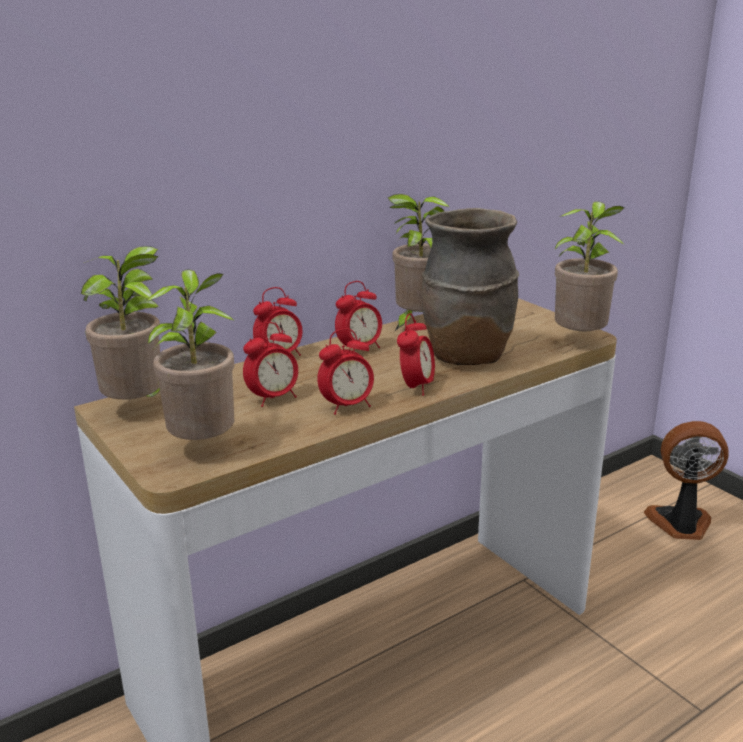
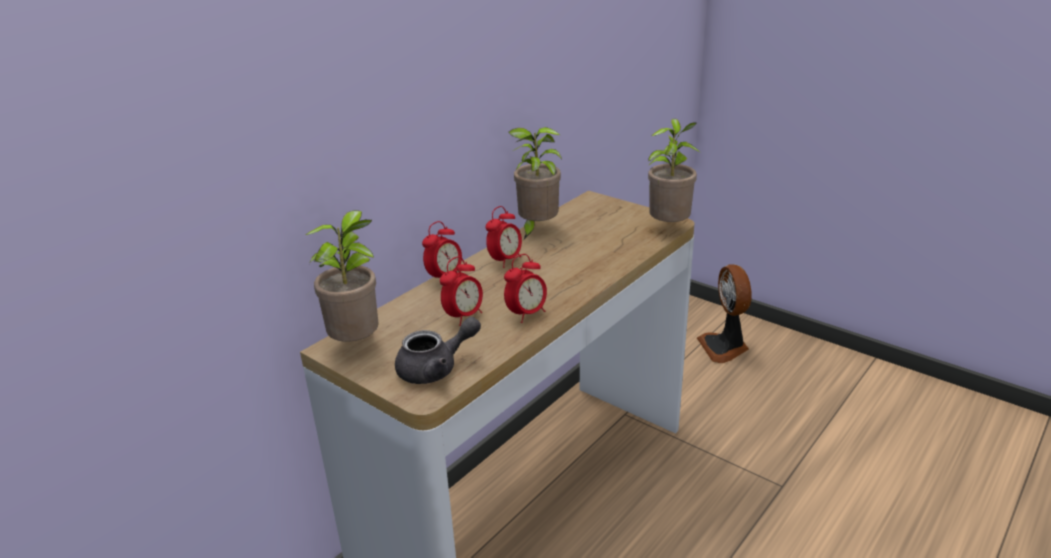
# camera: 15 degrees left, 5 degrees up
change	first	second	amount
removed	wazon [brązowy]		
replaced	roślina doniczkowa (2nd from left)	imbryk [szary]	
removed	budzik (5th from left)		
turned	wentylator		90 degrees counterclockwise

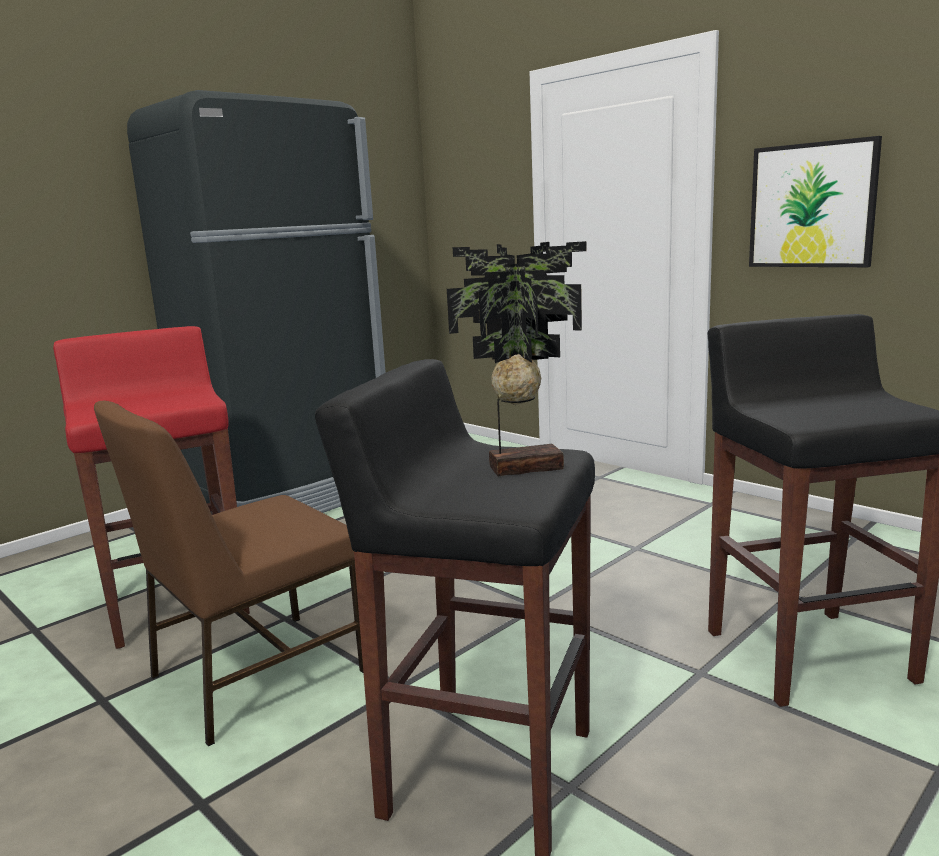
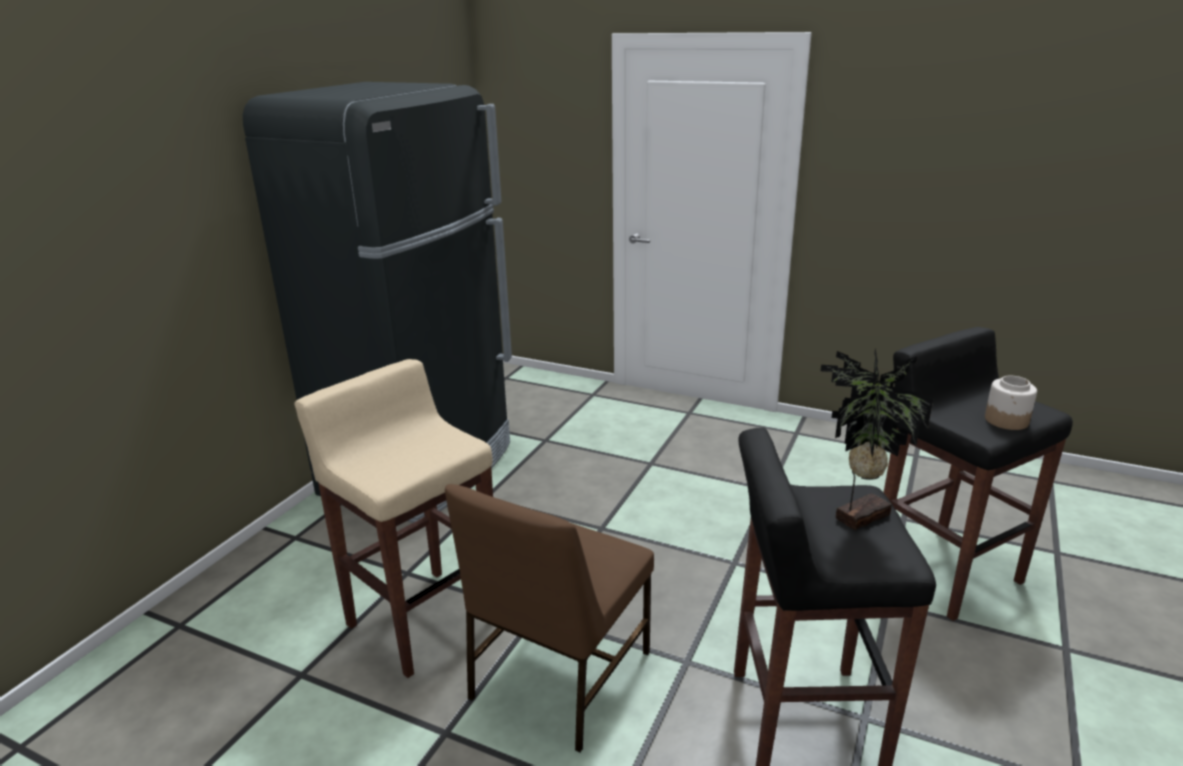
# camera: 20 degrees left, 10 degrees up
change	first	second	amount
removed	obraz		
recoloured	stołek [czerwony]	stołek [beżowy]	
added		słoik	

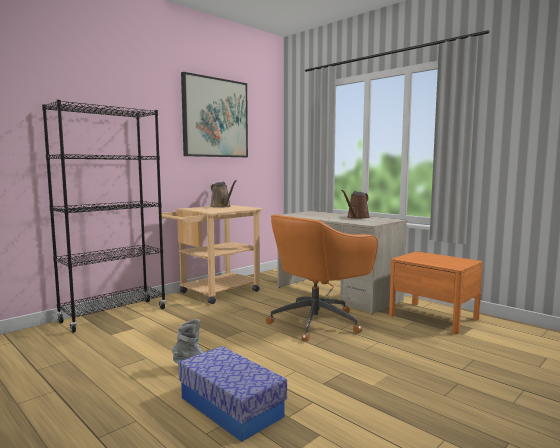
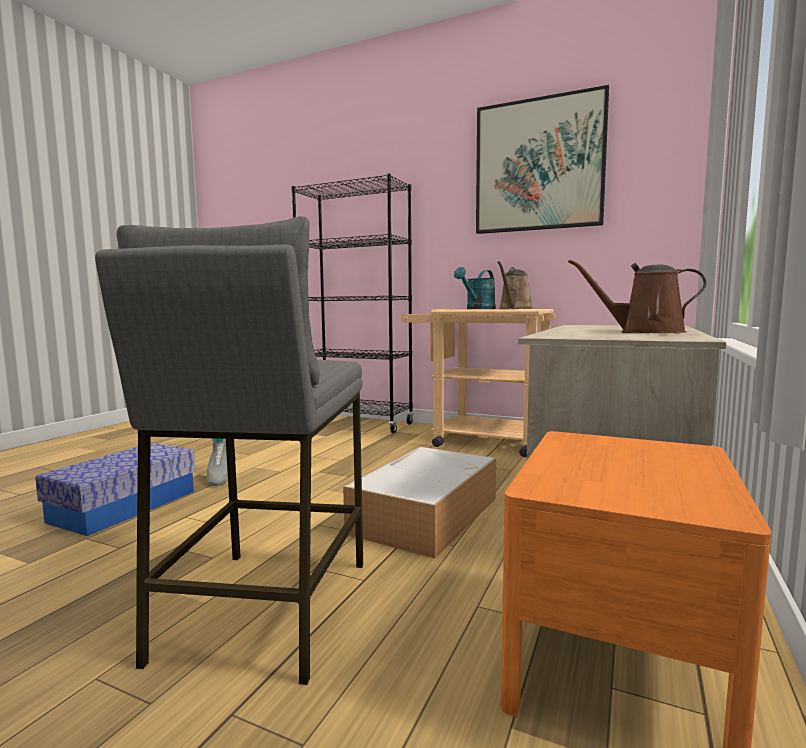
# camera: 70 degrees right, 0 degrees up
change	first	second	amount
replaced	krzesło biurowe [pomarańczowy]	pojemnik do przechowywania (2nd from left)	
added		stołek [szary]	
added		konewka [turkusowy]	

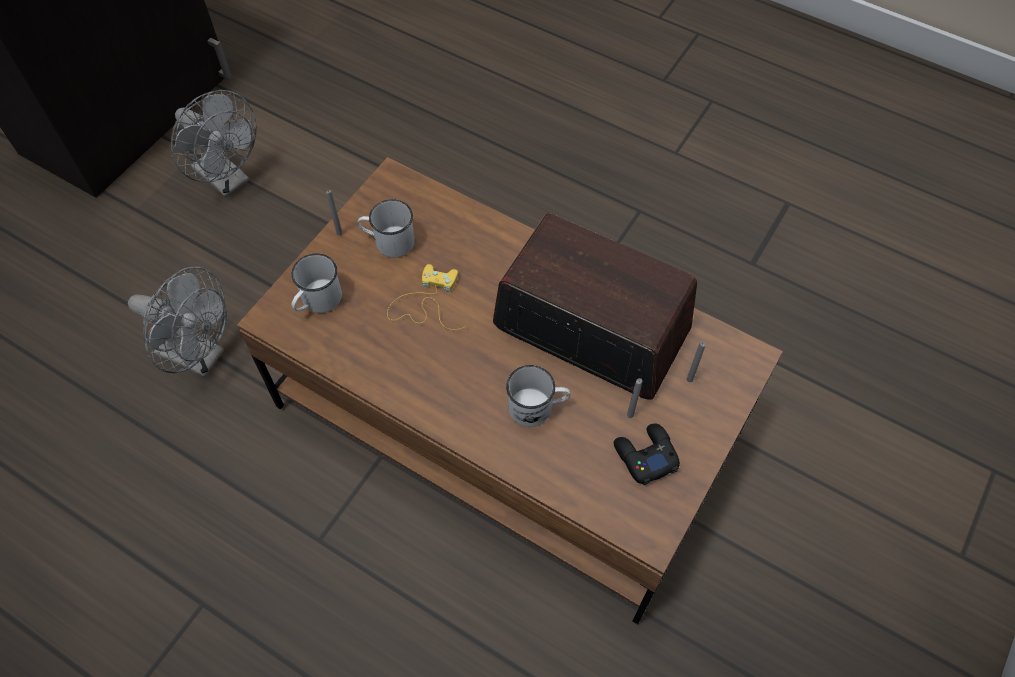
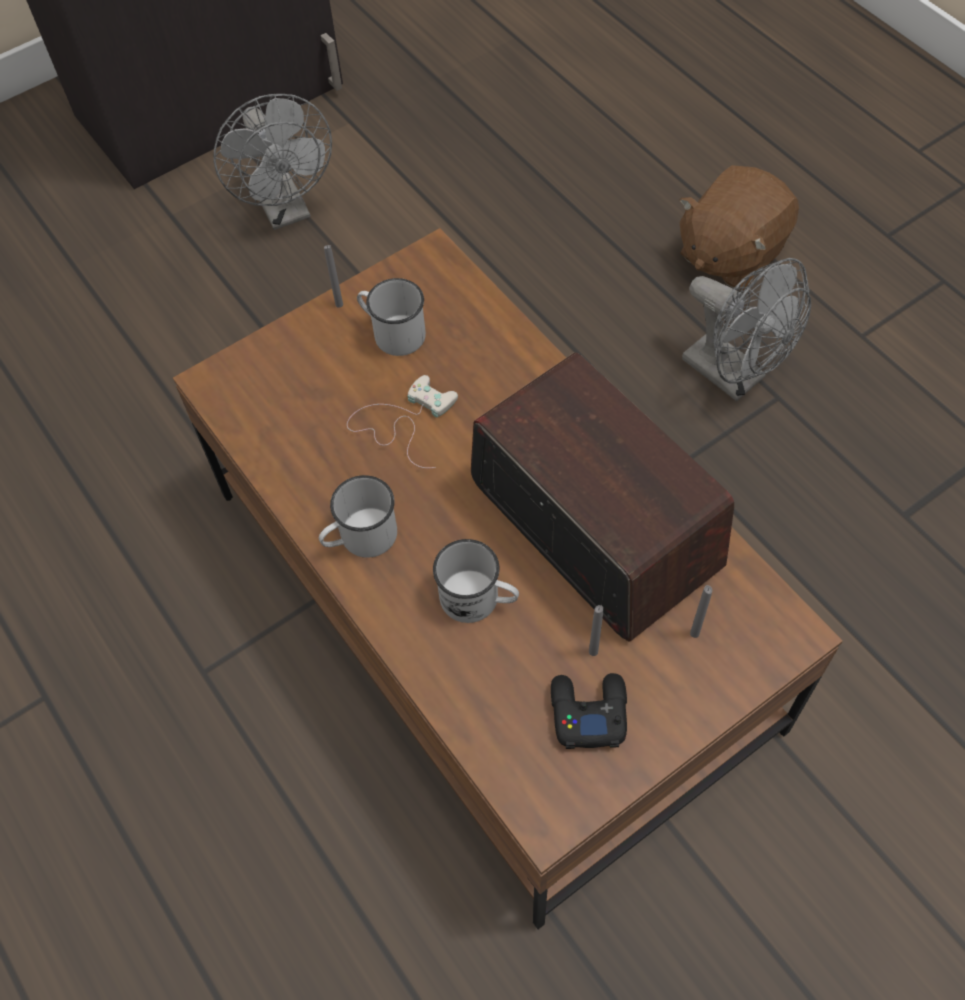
# camera: 25 degrees right, 0 degrees up
change	first	second	amount
moved	kubek [biały] (1st from left)		
recoloured	pad do gier [żółty]	pad do gier [biały]	
moved	wentylator [szary] (1st from left in the first image)	wentylator [szary] (2nd from left)	
added		pluszak [brązowy]	

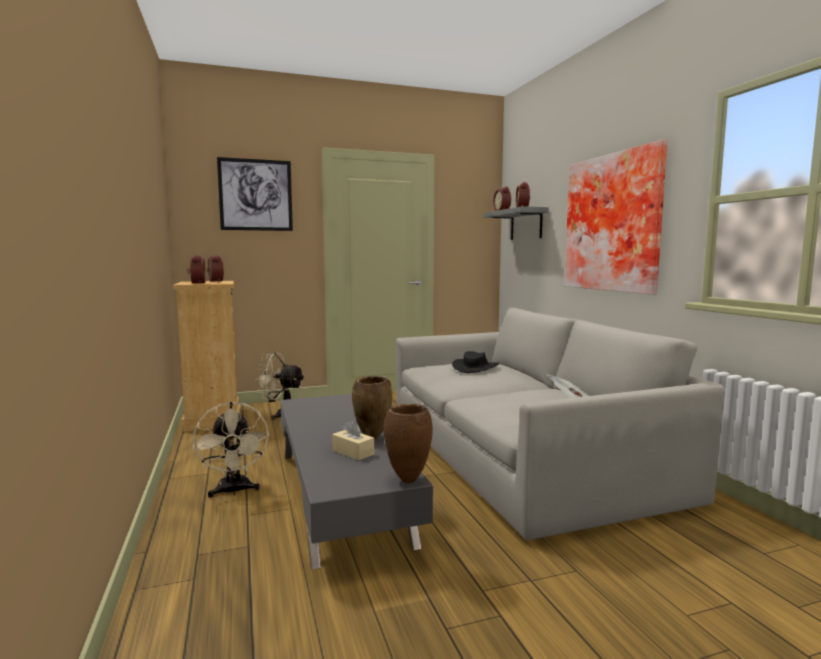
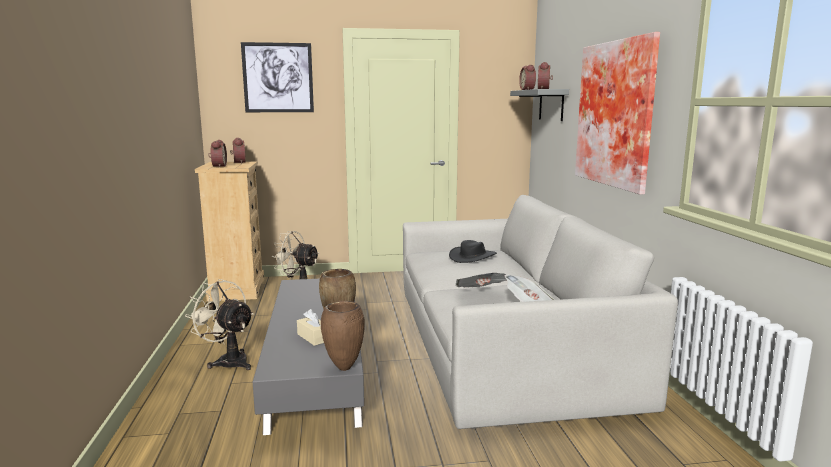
# camera: 10 degrees right, 5 degrees up
change	first	second	amount
turned	wentylator [beżowy] (1st from left)		135 degrees clockwise
added		gazeta (1st from left)	

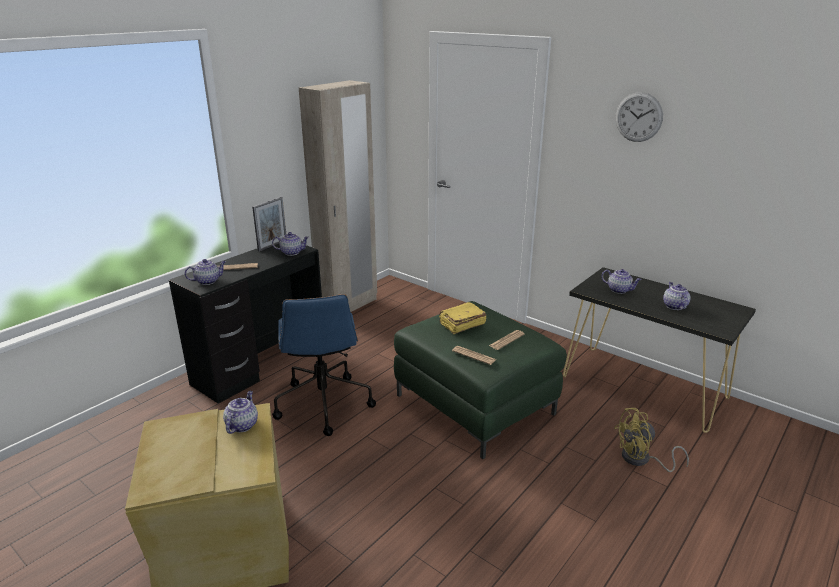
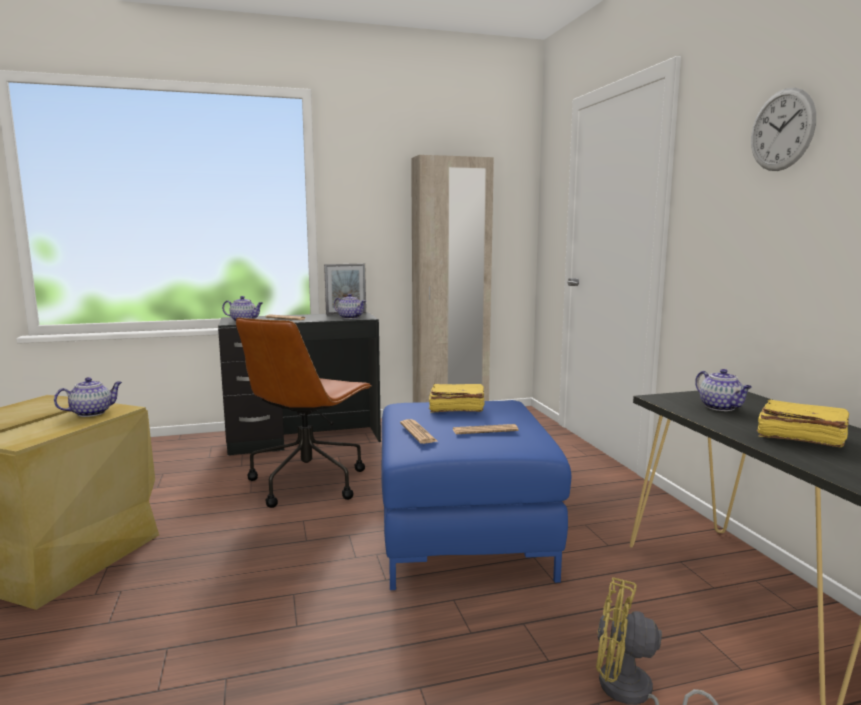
# camera: 35 degrees right, 15 degrees down
change	first	second	amount
replaced	imbryk (5th from left)	książka [żółty] (2nd from left)	
recoloured	krzesło biurowe [niebieski]	krzesło biurowe [brązowy]	
recoloured	pufa [zielony]	pufa [niebieski]	

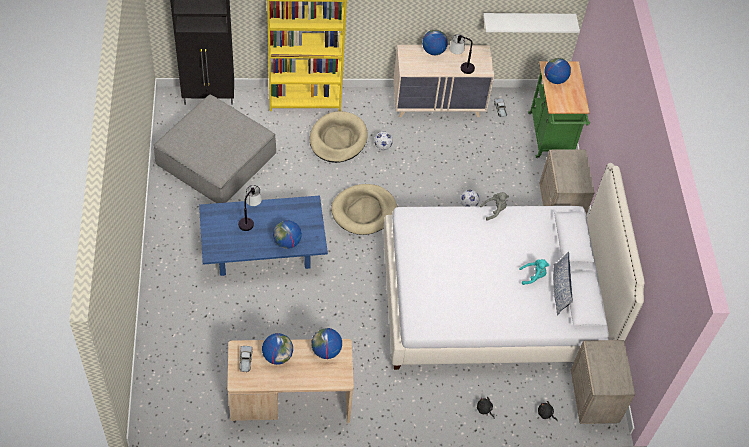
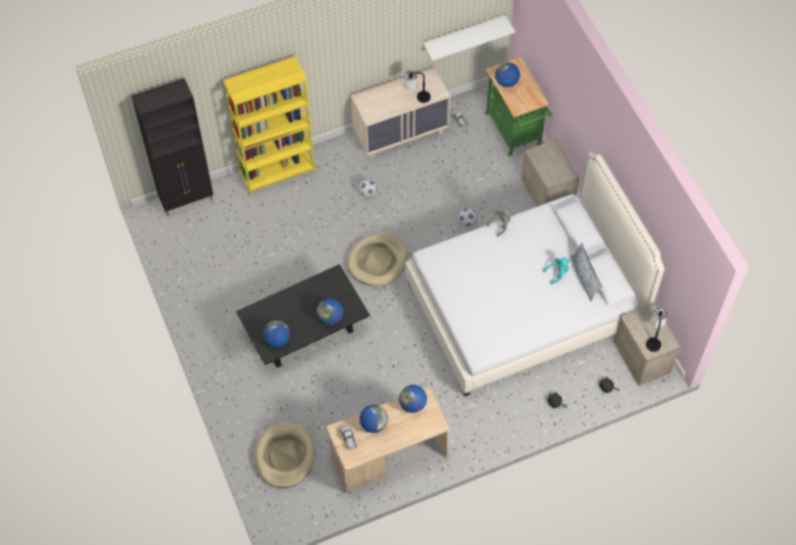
# camera: 15 degrees left, 5 degrees up
change	first	second	amount
moved	globus (4th from left in the first image)	globus (1st from left)	
removed	pufa [szary]		
moved	legowisko [beżowy] (1st from left)		
moved	lampa stołowa (1st from left in the first image)	lampa stołowa (2nd from left)	
recoloured	ława [niebieski]	ława [czarny]	

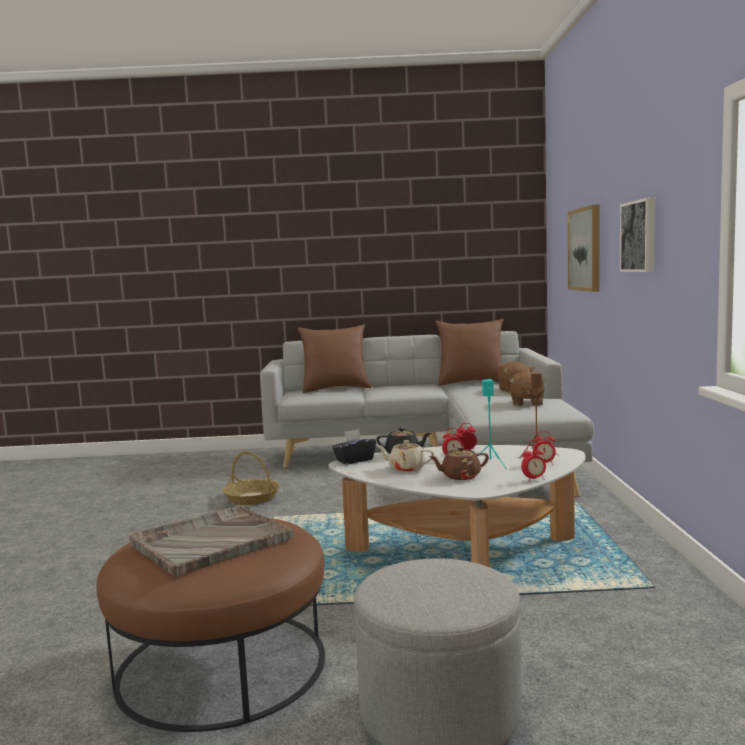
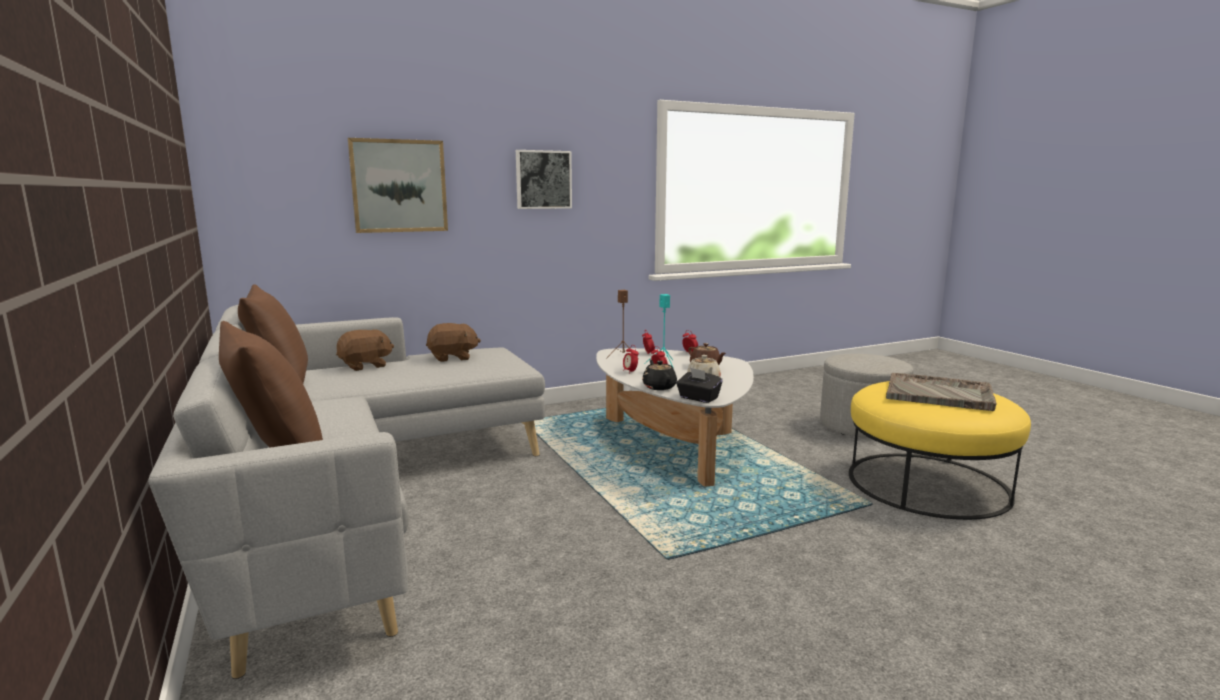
# camera: 115 degrees left, 5 degrees up
change	first	second	amount
removed	koszyk		
recoloured	pufa [brązowy]	pufa [żółty]	

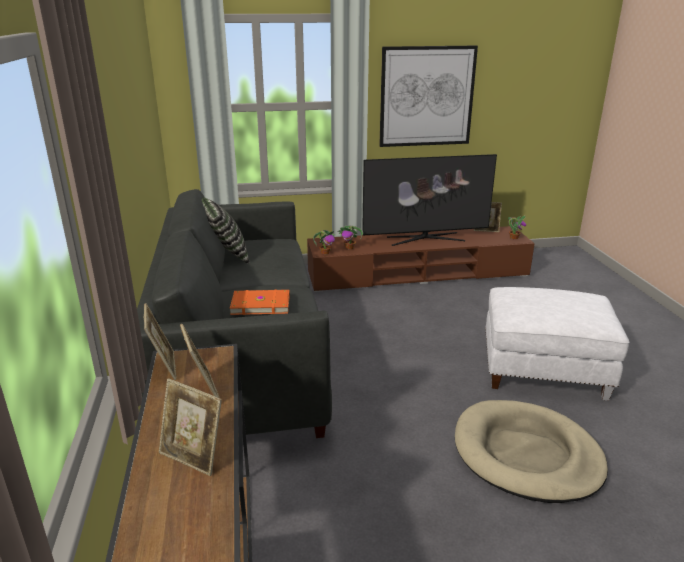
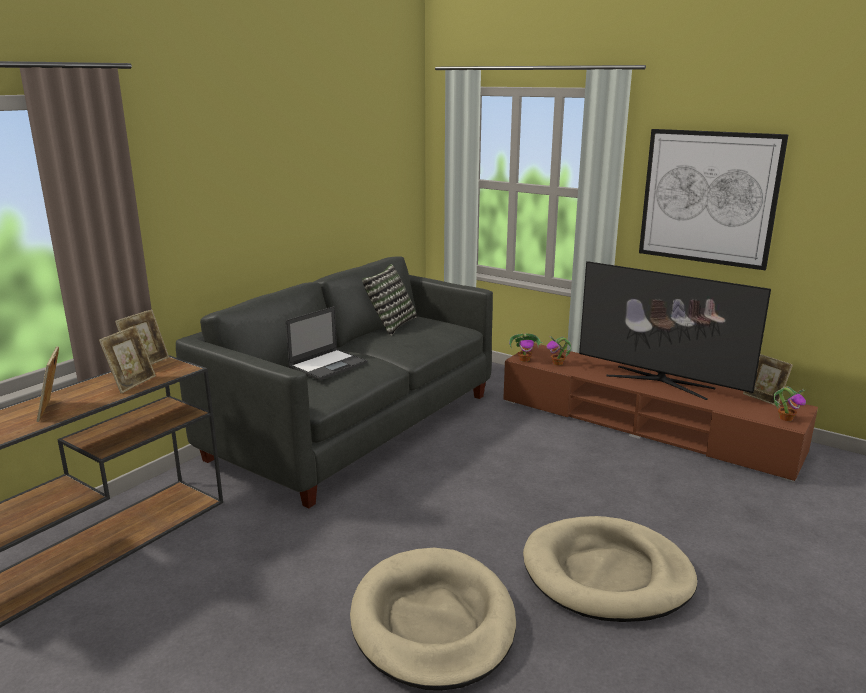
# camera: 45 degrees right, 5 degrees down
change	first	second	amount
replaced	pufa [biały]	legowisko [beżowy] (2nd from left)	
replaced	książka [pomarańczowy]	laptop	

